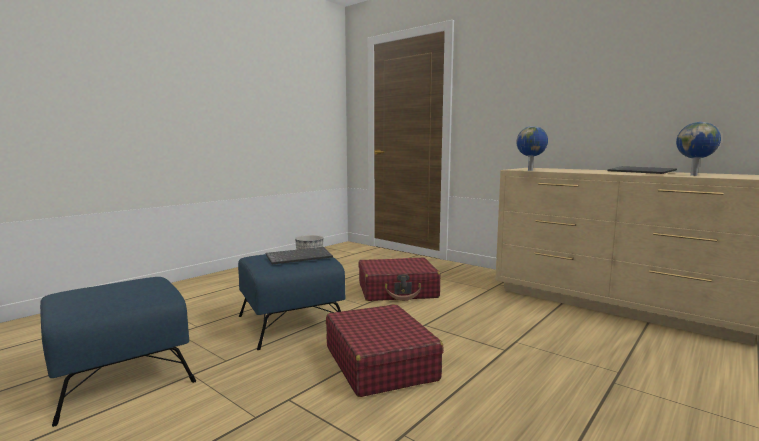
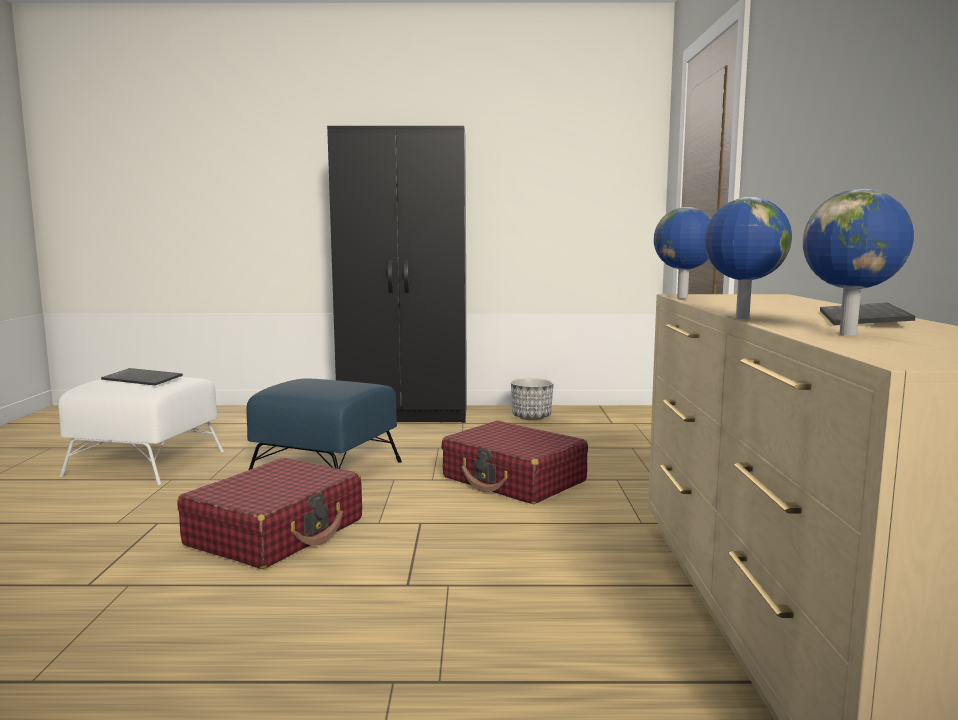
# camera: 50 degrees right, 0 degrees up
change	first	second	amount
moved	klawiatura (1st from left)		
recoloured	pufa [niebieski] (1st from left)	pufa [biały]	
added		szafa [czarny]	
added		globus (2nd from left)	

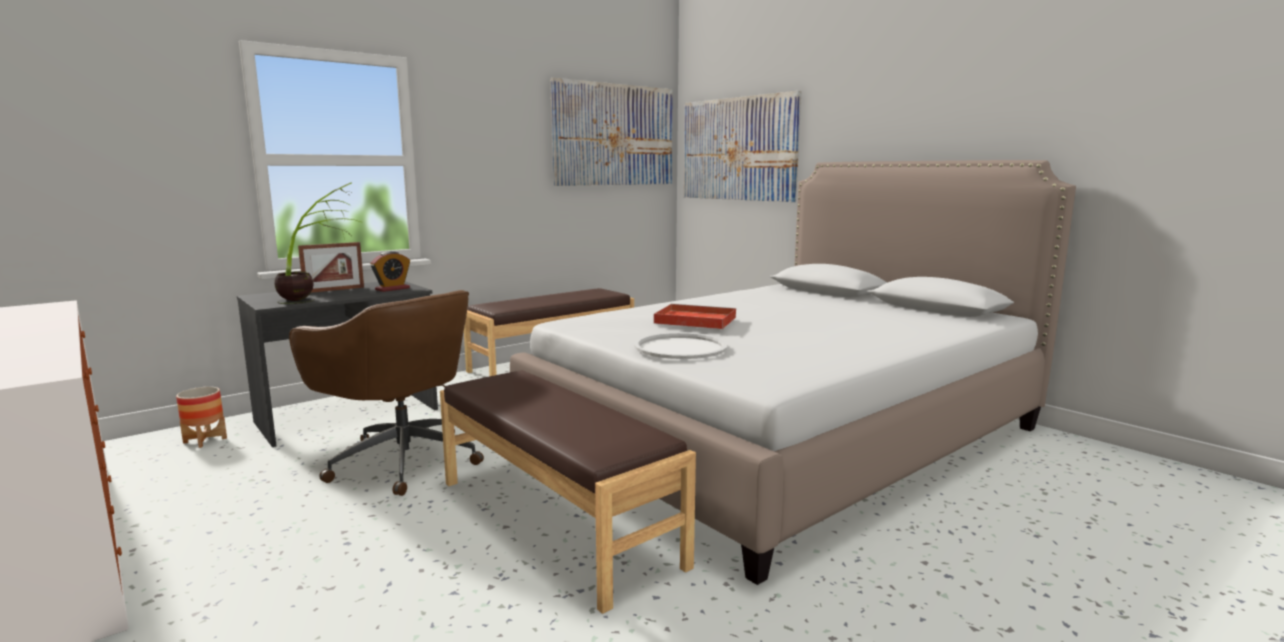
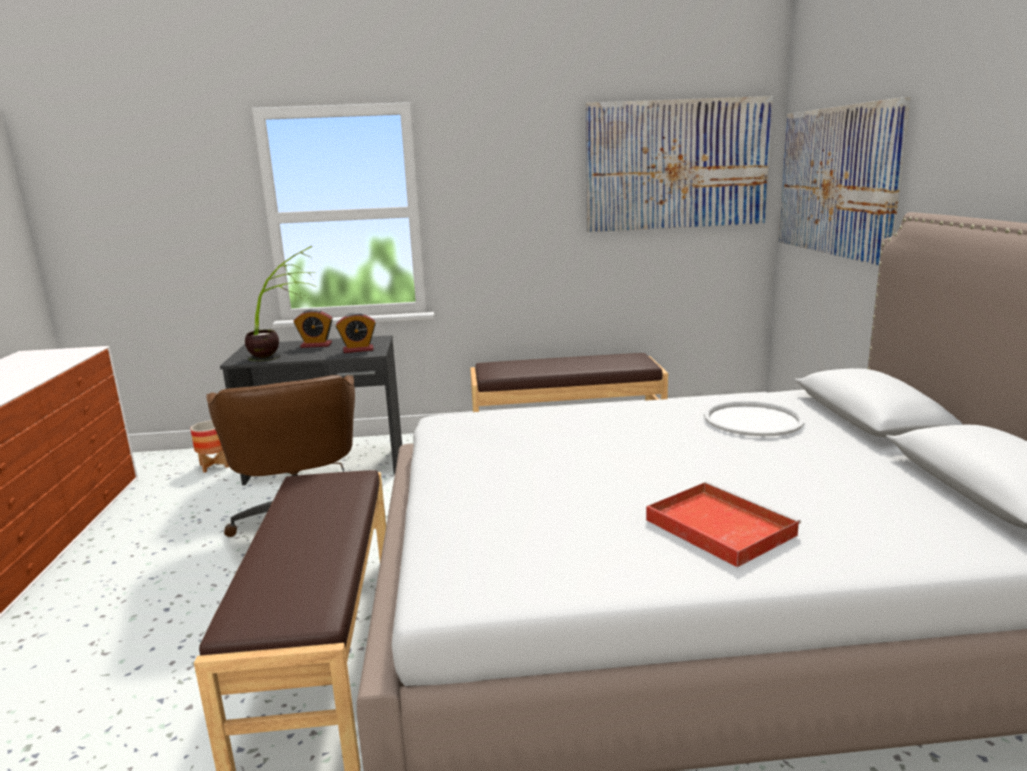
# camera: 35 degrees right, 5 degrees up
change	first	second	amount
replaced	ramka na zdjęcie	budzik (1st from left)	
moved	taca [czerwony]		
moved	taca [biały]		

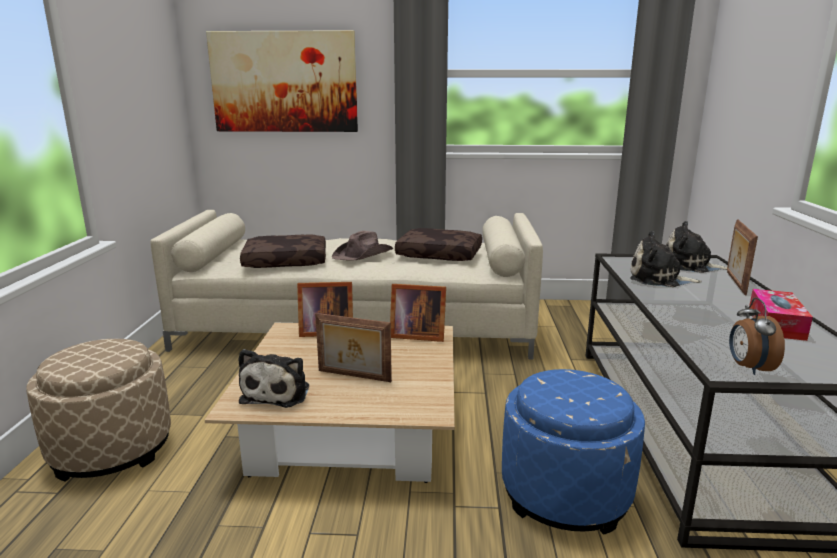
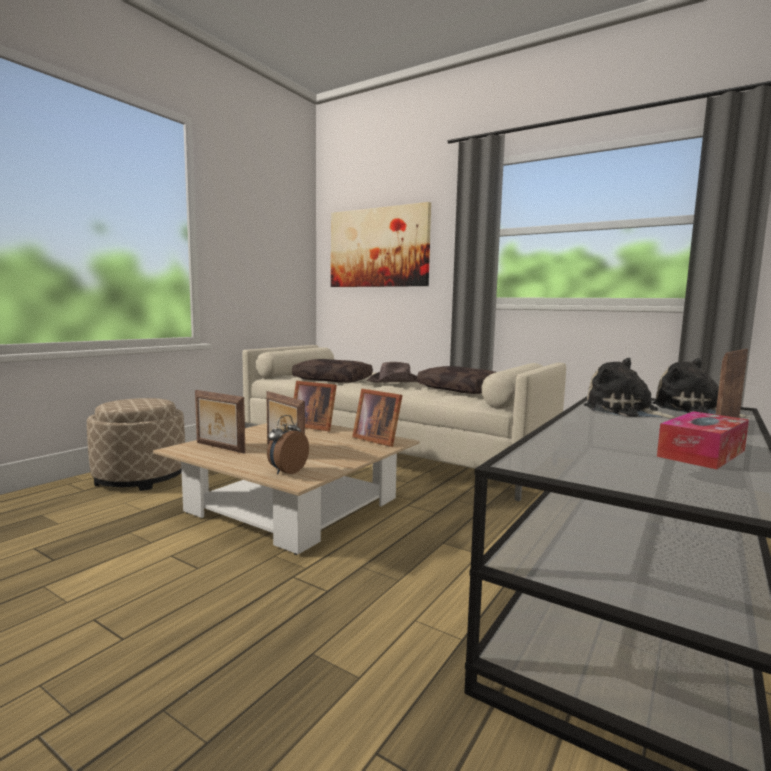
# camera: 30 degrees right, 10 degrees down
change	first	second	amount
moved	budzik		
replaced	pluszak (1st from left)	ramka na zdjęcie (1st from left)	
removed	pufa [niebieski]		

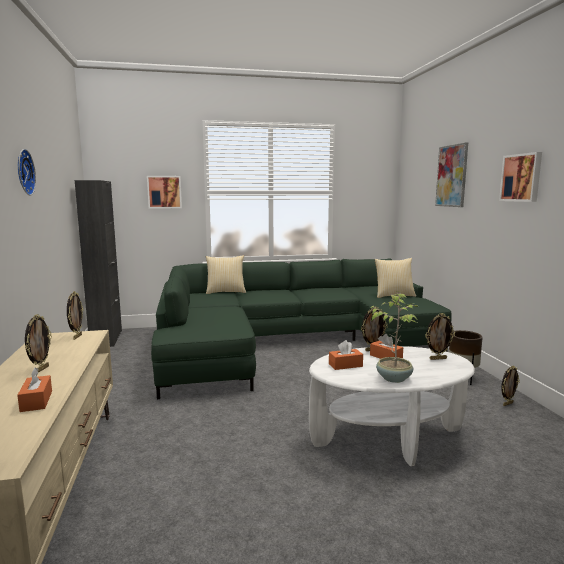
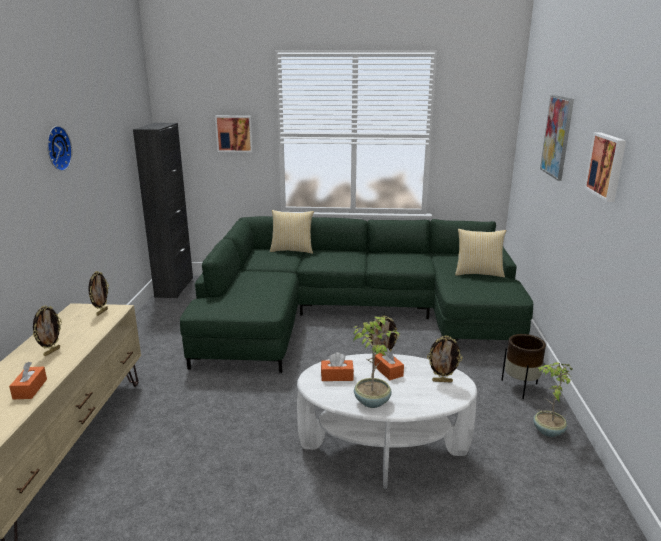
# camera: 15 degrees right, 10 degrees up
change	first	second	amount
replaced	ramka na zdjęcie (5th from left)	roślina doniczkowa (2nd from left)	

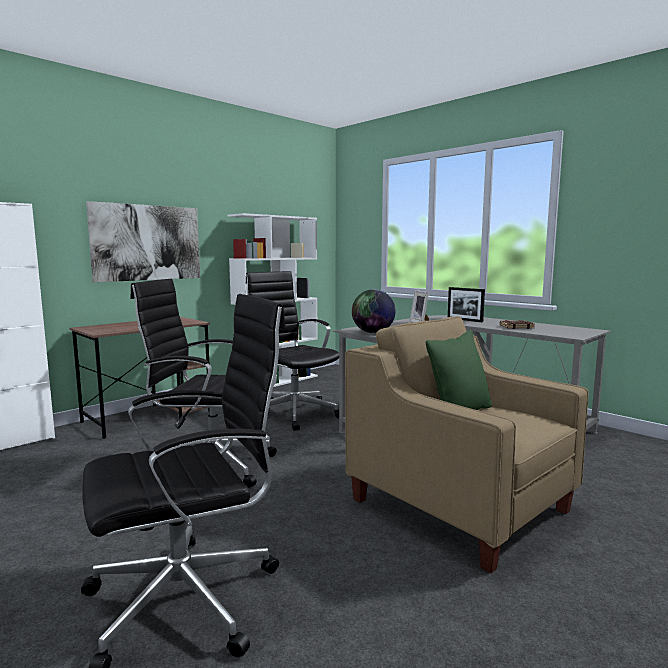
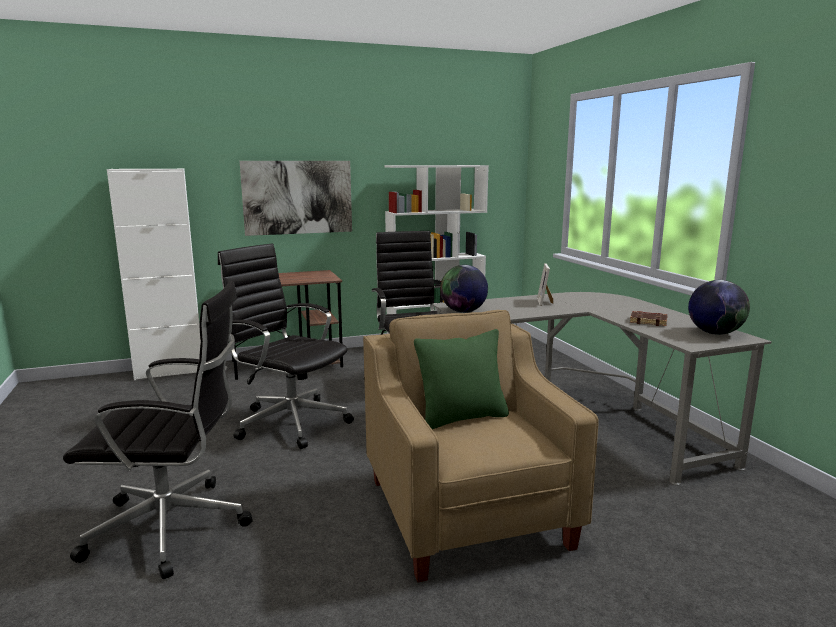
# camera: 25 degrees right, 5 degrees up
change	first	second	amount
removed	ramka na zdjęcie (2nd from left)		
added		globus (2nd from left)	

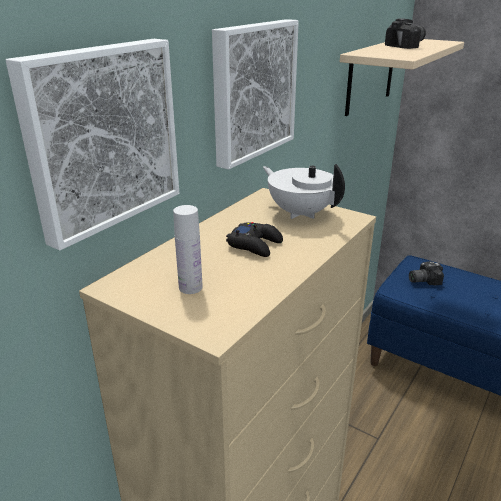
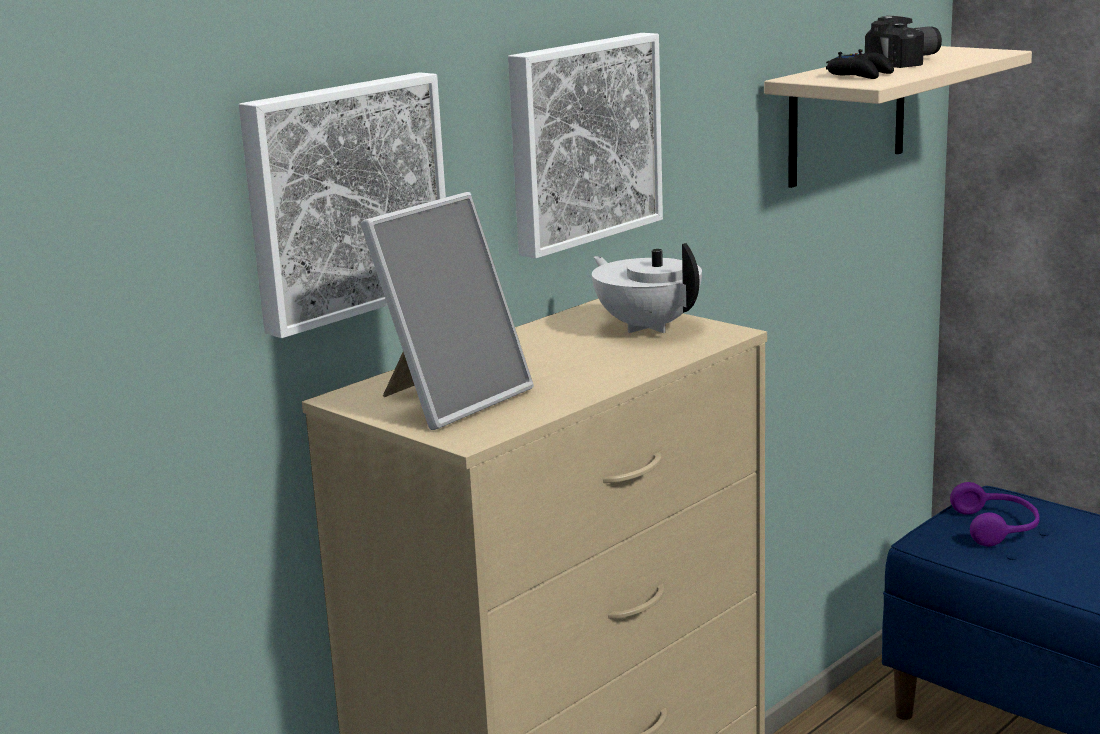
# camera: 10 degrees right, 10 degrees down
change	first	second	amount
replaced	butelka [biały]	ramka na zdjęcie	
moved	pad do gier [czarny]		
replaced	aparat fotograficzny (2nd from left)	słuchawki [fioletowy]	

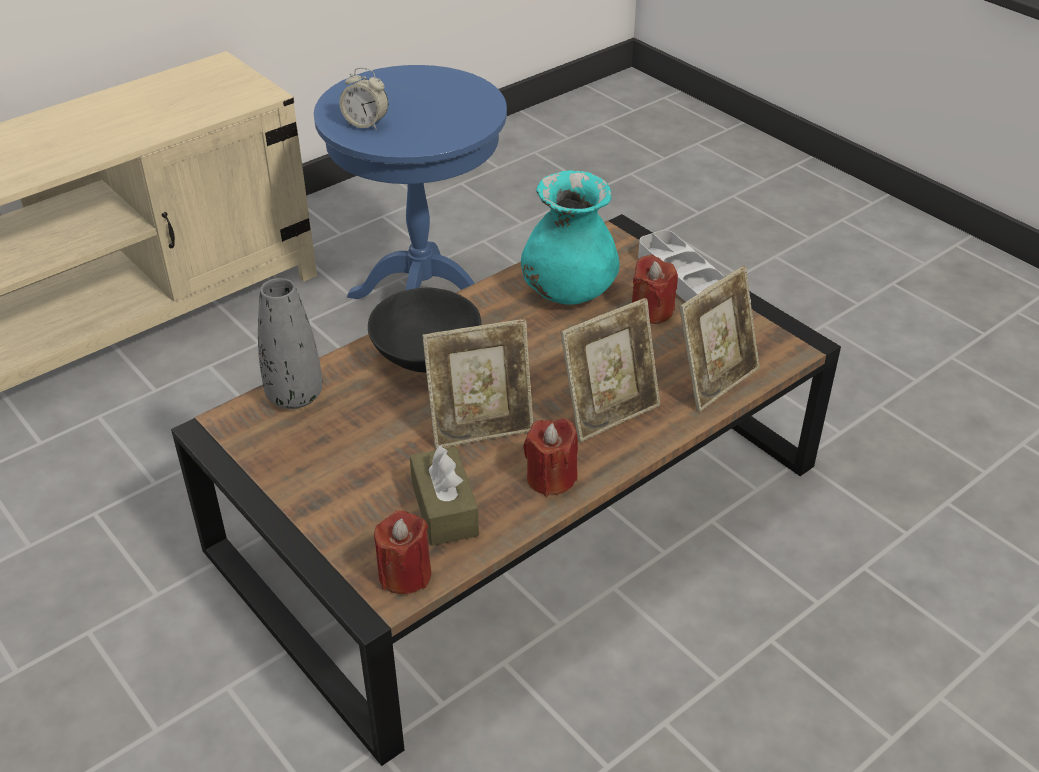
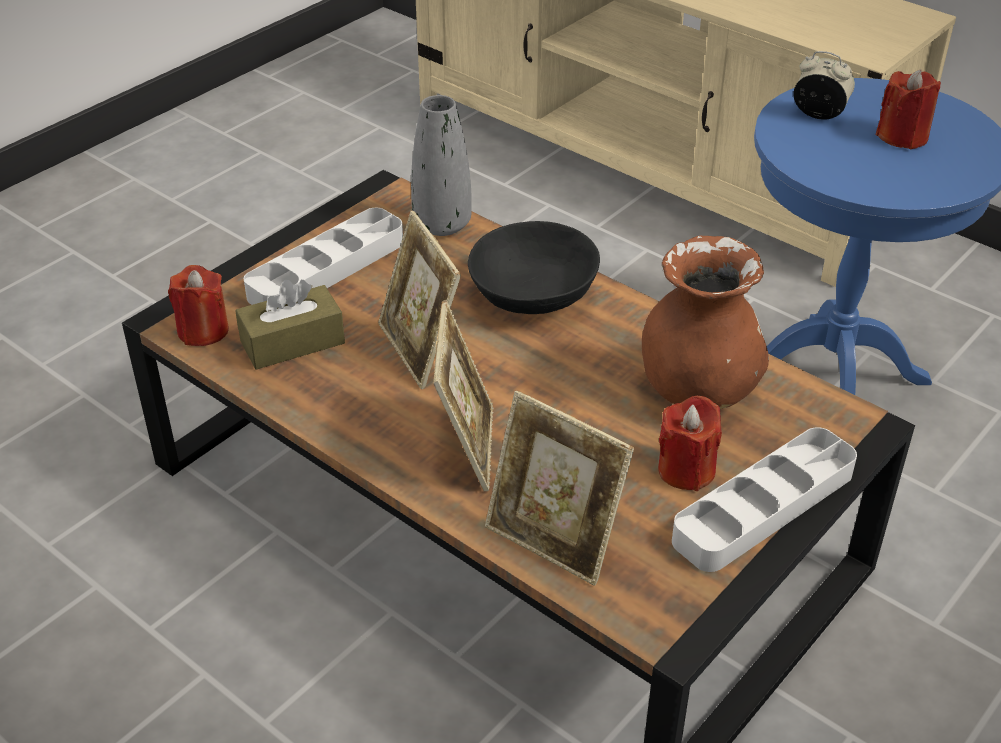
# camera: 80 degrees right, 0 degrees up
change	first	second	amount
turned	budzik		105 degrees clockwise
recoloured	wazon [turkusowy]	wazon [brązowy]	
turned	ramka na zdjęcie (2nd from left)		135 degrees counterclockwise
moved	świeca [czerwony] (2nd from left in the first image)	świeca [czerwony] (3rd from left)	
added		taca [szary] (1st from left)	

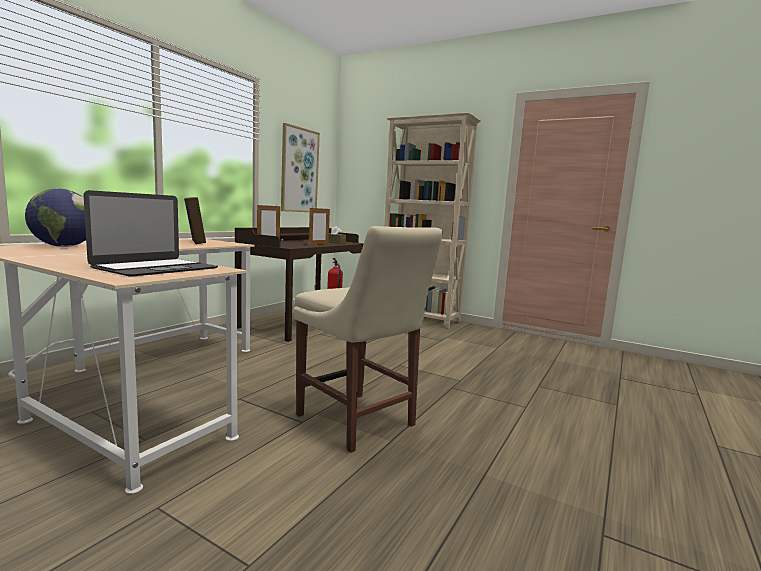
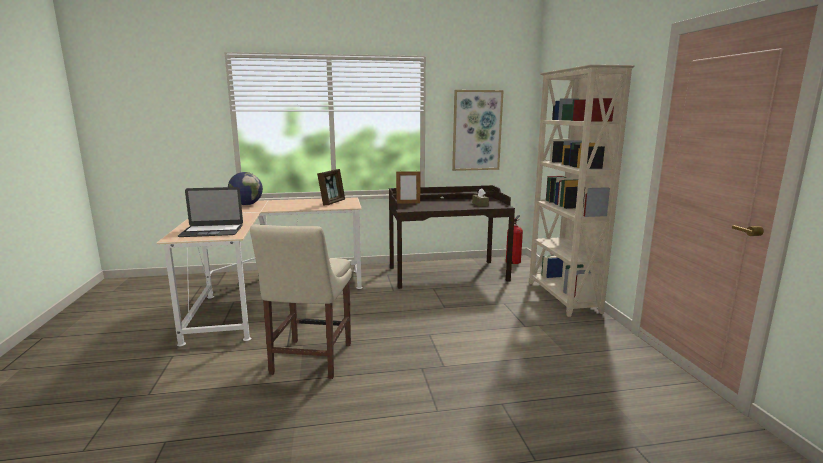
# camera: 50 degrees right, 5 degrees up
change	first	second	amount
removed	ramka na zdjęcie (3rd from left)		

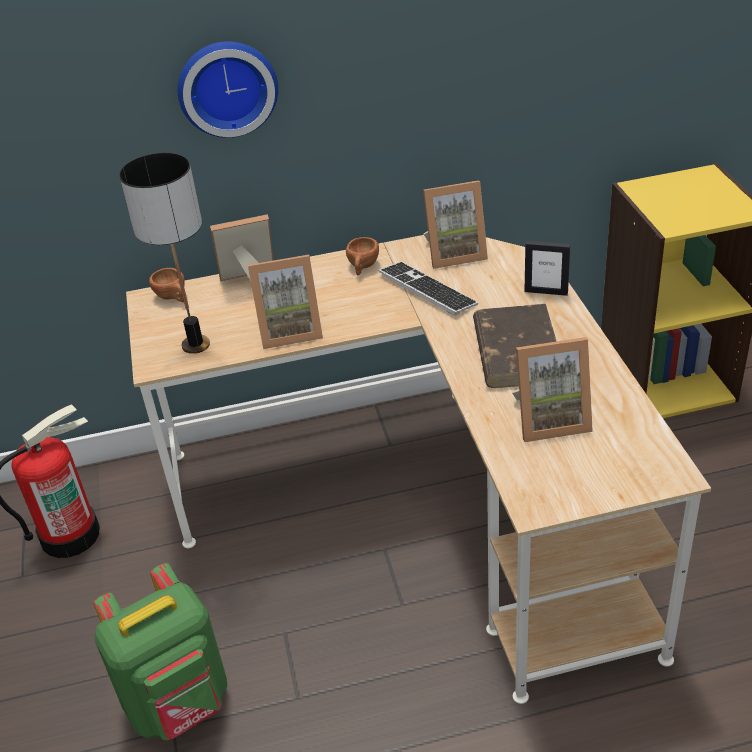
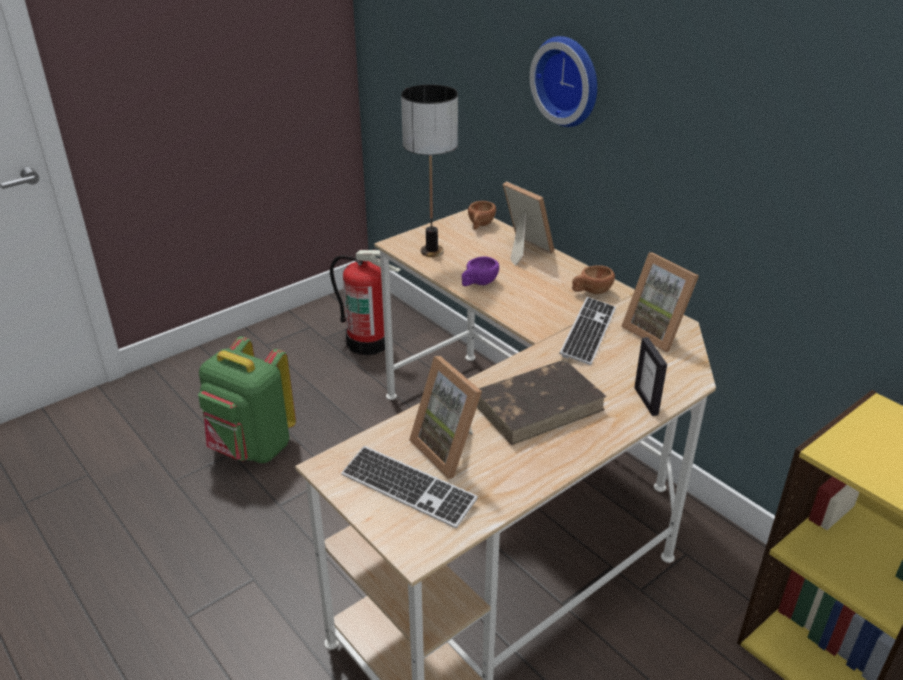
# camera: 60 degrees right, 5 degrees down
change	first	second	amount
replaced	ramka na zdjęcie (2nd from left)	filiżanka [fioletowy]	
added		klawiatura (1st from left)	

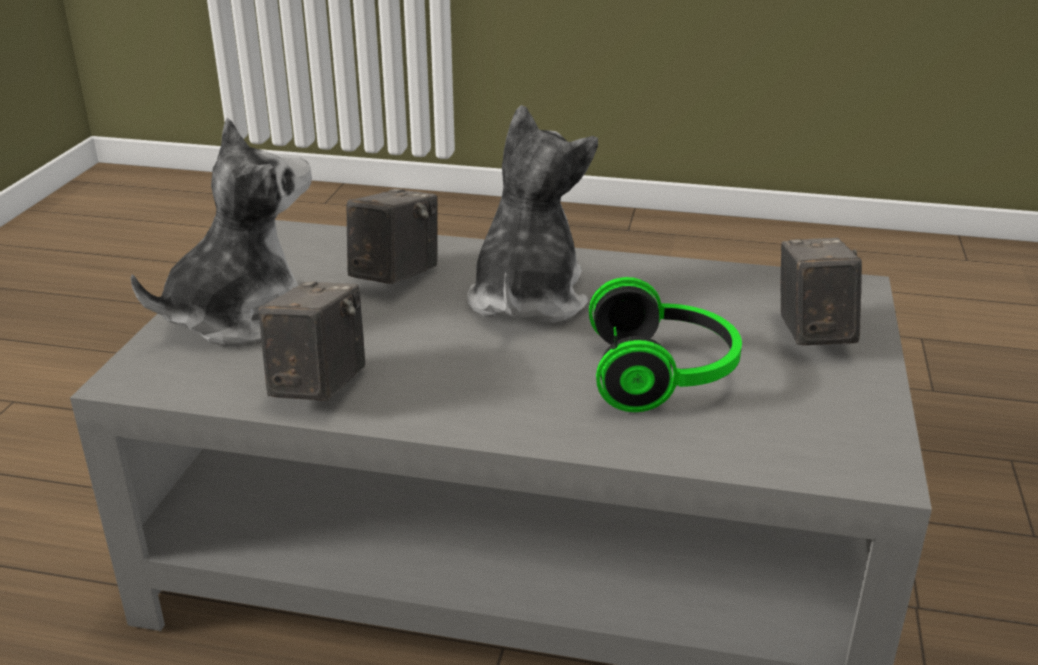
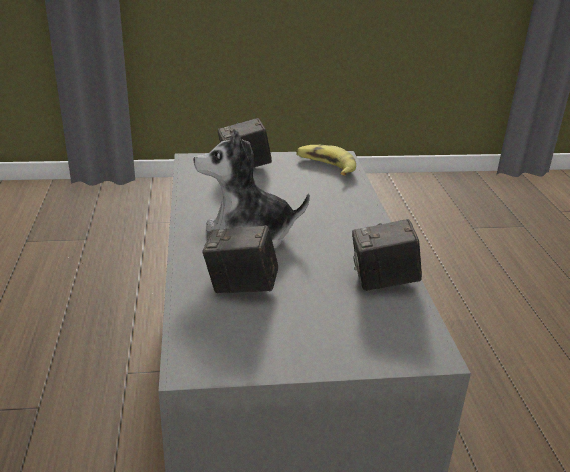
# camera: 110 degrees left, 0 degrees up
change	first	second	amount
removed	pluszak (1st from left)		
removed	słuchawki		
added		banan	

